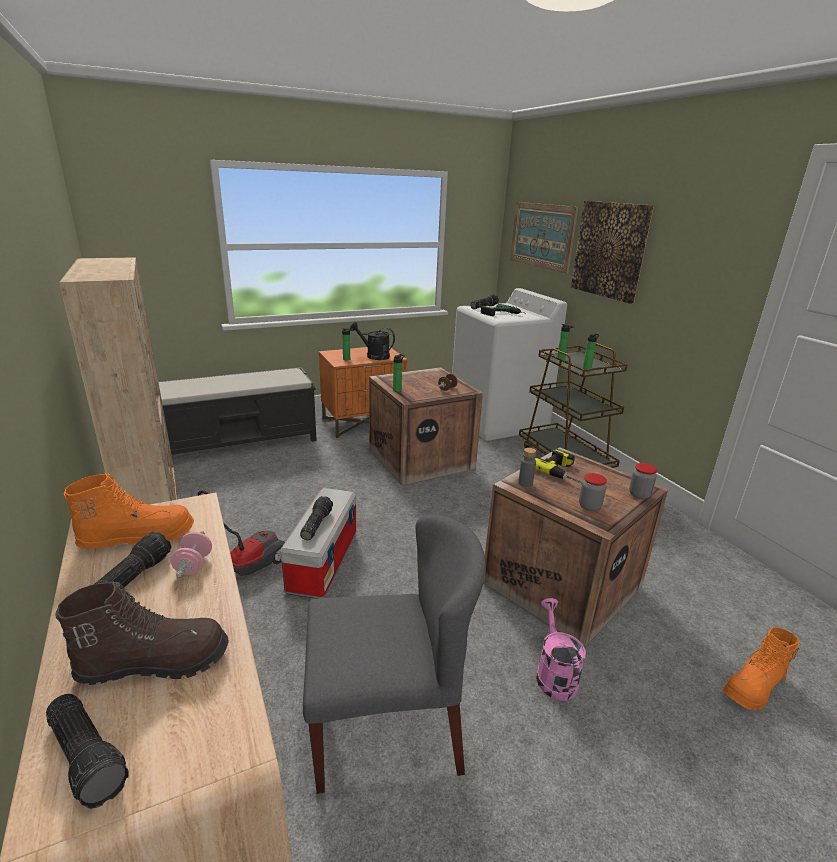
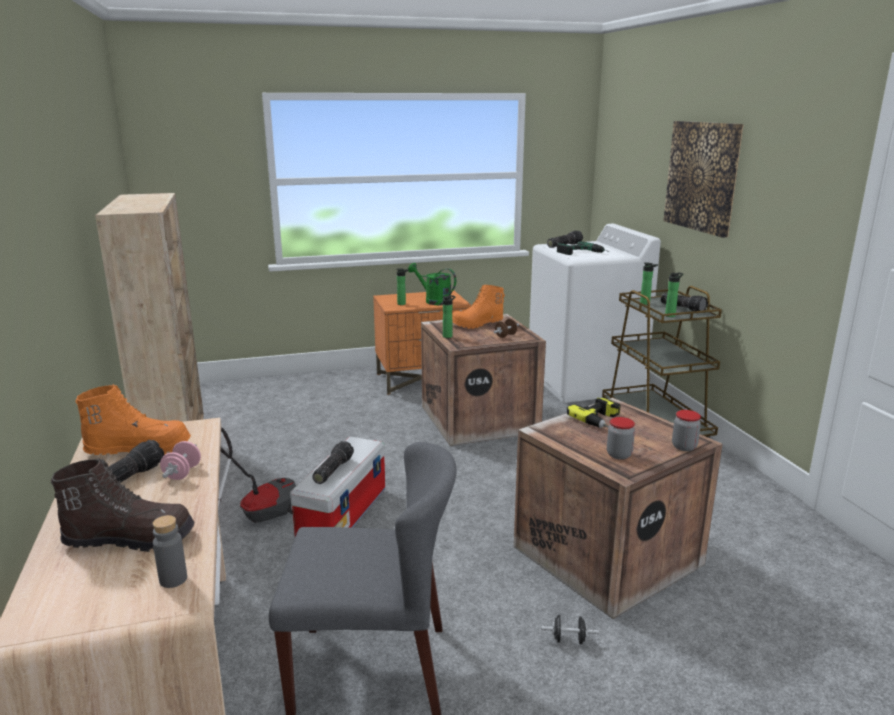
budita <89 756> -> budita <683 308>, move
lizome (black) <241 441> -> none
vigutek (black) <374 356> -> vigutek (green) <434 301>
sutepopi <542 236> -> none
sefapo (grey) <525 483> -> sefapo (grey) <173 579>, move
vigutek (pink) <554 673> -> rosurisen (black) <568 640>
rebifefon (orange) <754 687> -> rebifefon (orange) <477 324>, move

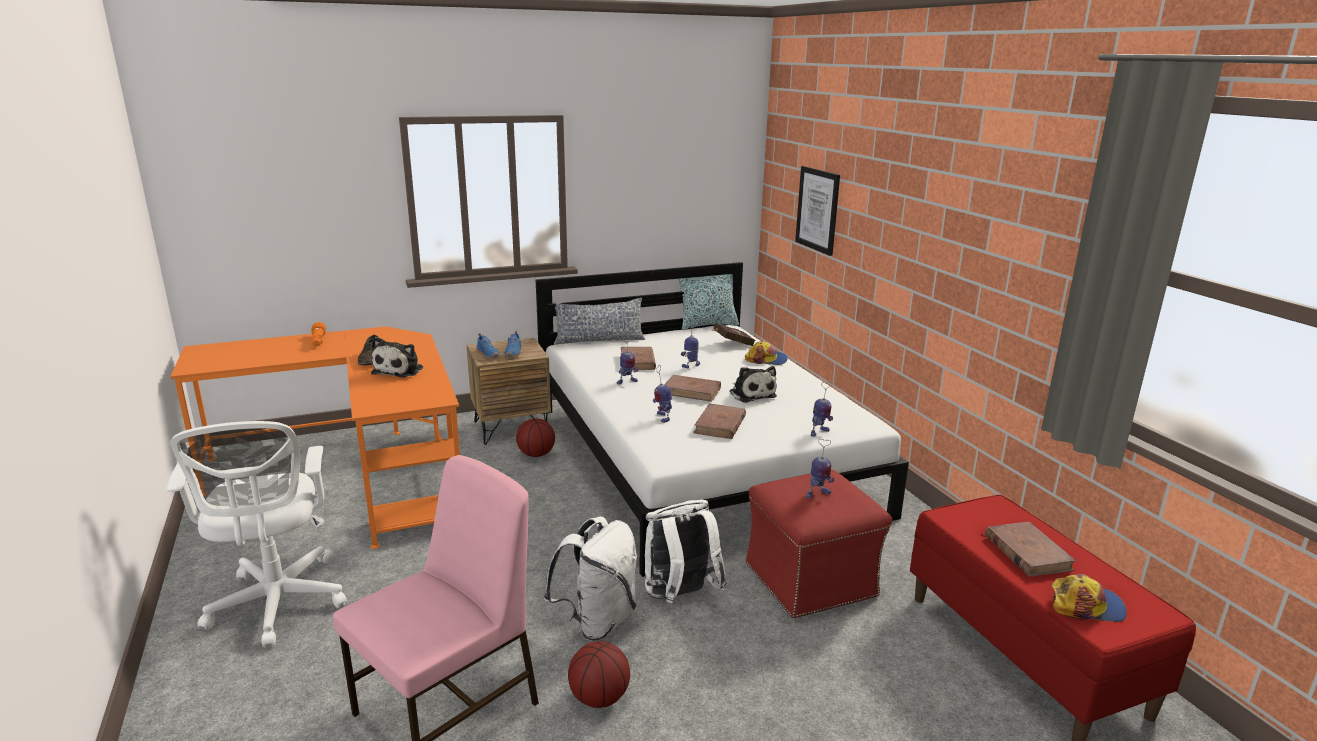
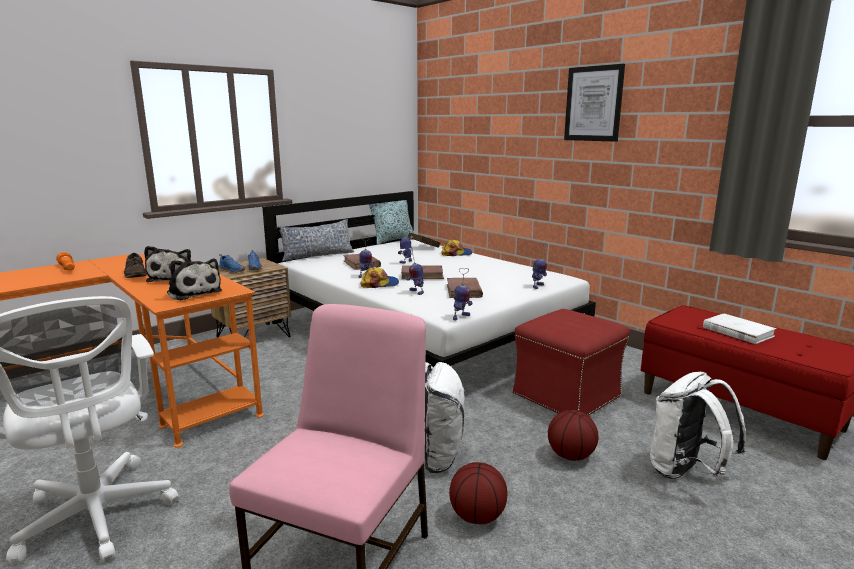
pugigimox <536 454> -> pugigimox <571 456>, move
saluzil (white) <679 597> -> saluzil (white) <686 472>, move
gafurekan <751 394> -> gafurekan <194 292>, move
sutepopi <817 210> -> sutepopi <593 104>, move
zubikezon <817 494> -> zubikezon <460 317>, move
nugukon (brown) <1027 552> -> nugukon (white) <737 332>
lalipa <1086 605> -> lalipa <379 284>, move

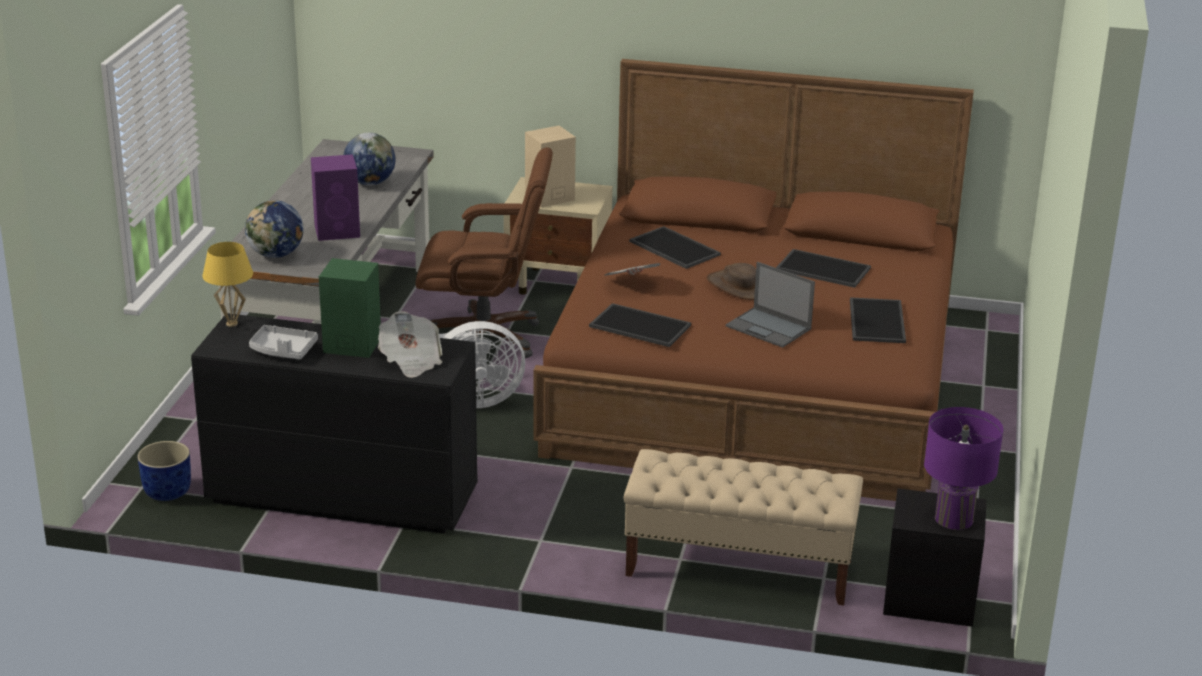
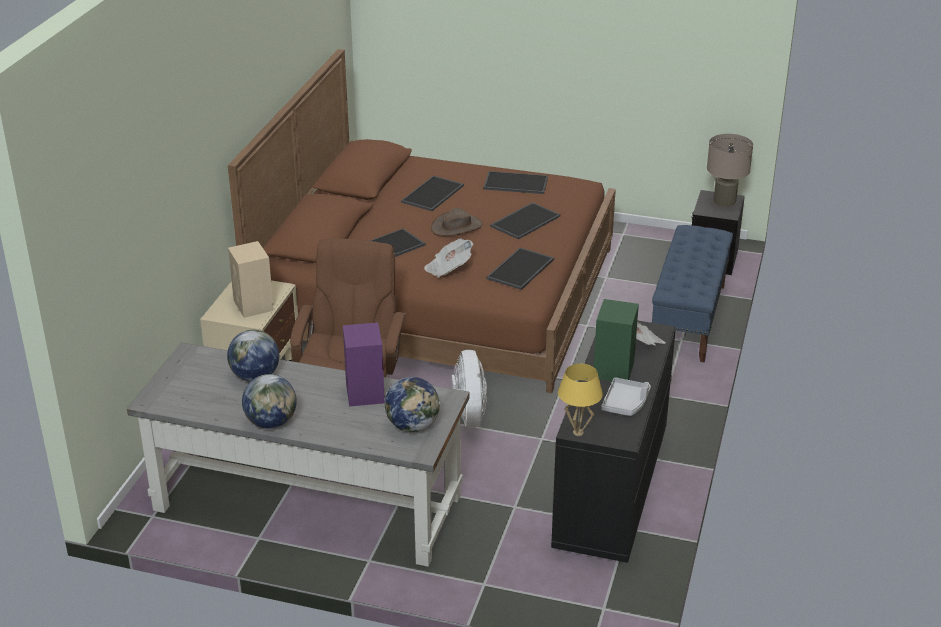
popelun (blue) <167 491> -> none
lizome (beige) <738 567> -> lizome (blue) <688 319>
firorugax <769 328> -> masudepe <525 220>
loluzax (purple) <954 519> -> loluzax (beige) <724 201>
none -> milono <271 423>

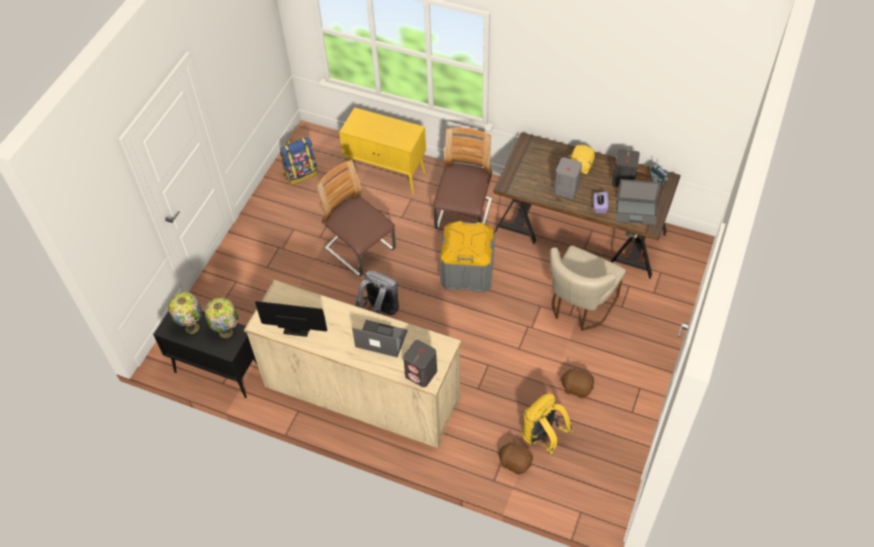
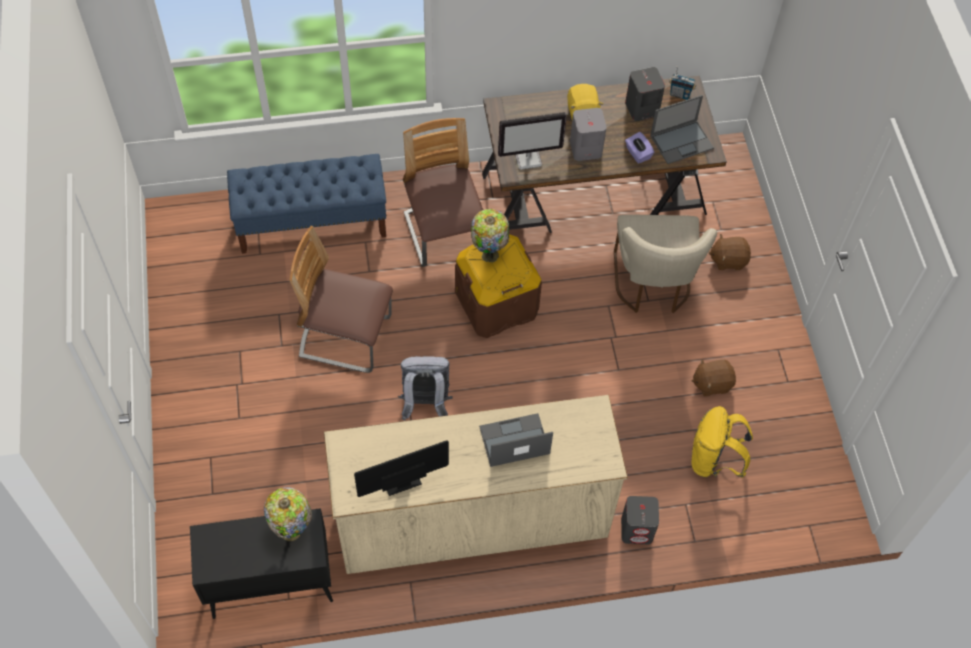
loluzax <193 327> -> loluzax <489 254>, move
saluzil <301 173> -> none
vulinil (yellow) <387 174> -> lizome (blue) <312 223>
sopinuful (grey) <421 373> -> sopinuful (grey) <637 529>, move
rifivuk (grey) <467 271> -> rifivuk (brown) <496 303>
gafurekan (brown) <515 462> -> gafurekan (brown) <728 260>, move
none -> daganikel <528 158>

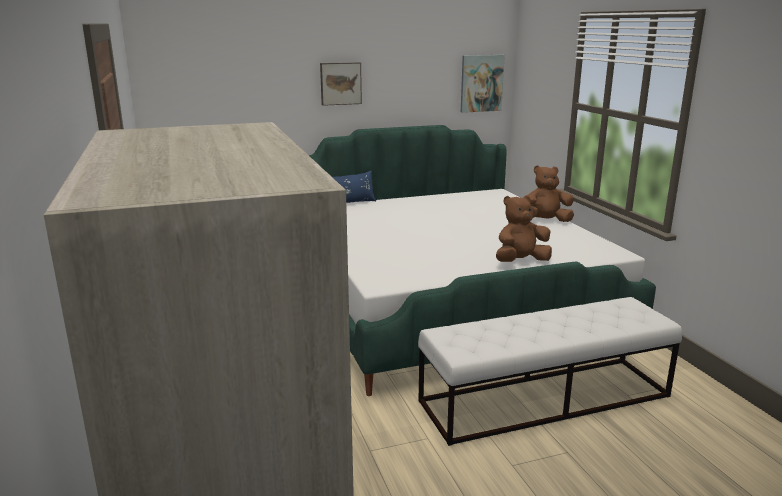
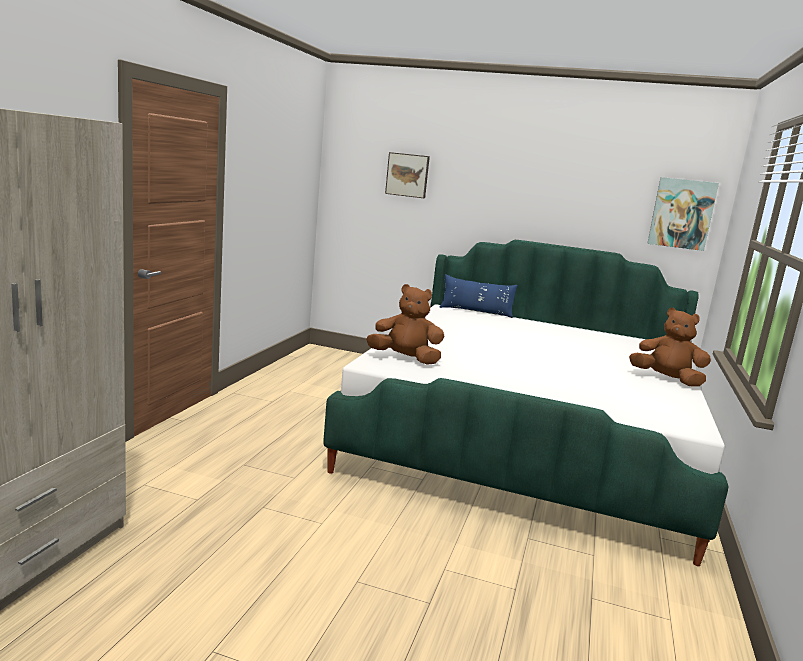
sutepopi <340 83> -> sutepopi <407 175>, move
lizome (white) <545 398> -> none
gafurekan (brown) <520 261> -> gafurekan (brown) <405 359>, move

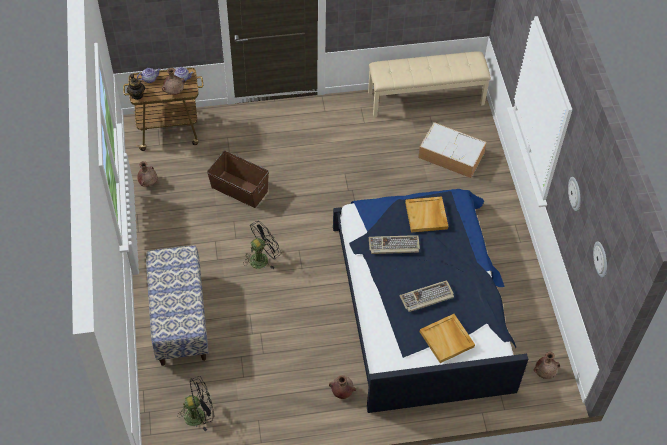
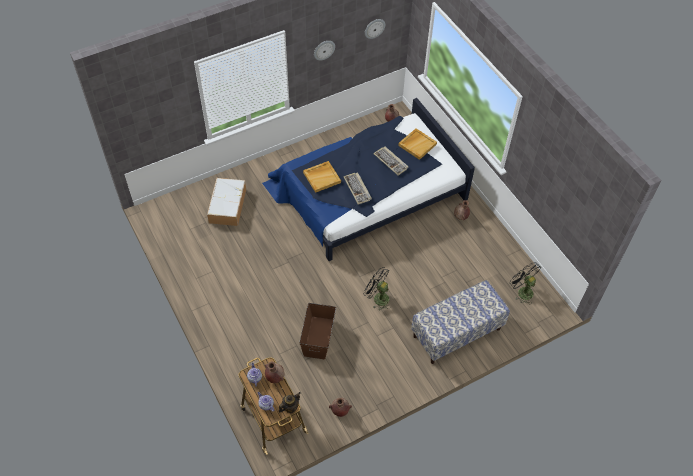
lizome (beige) <426 98> -> none

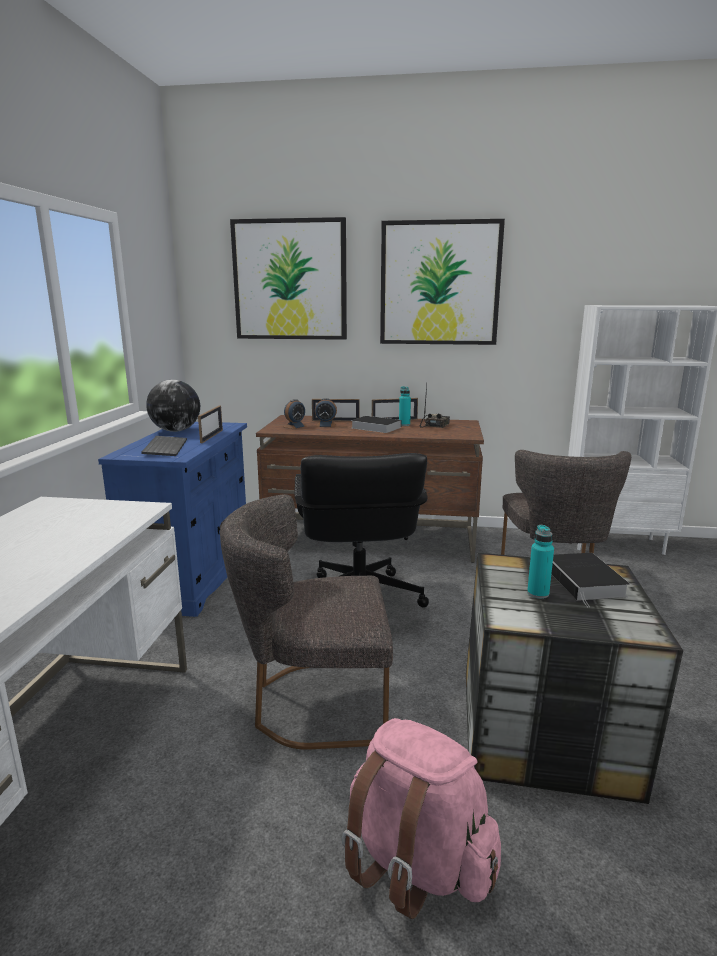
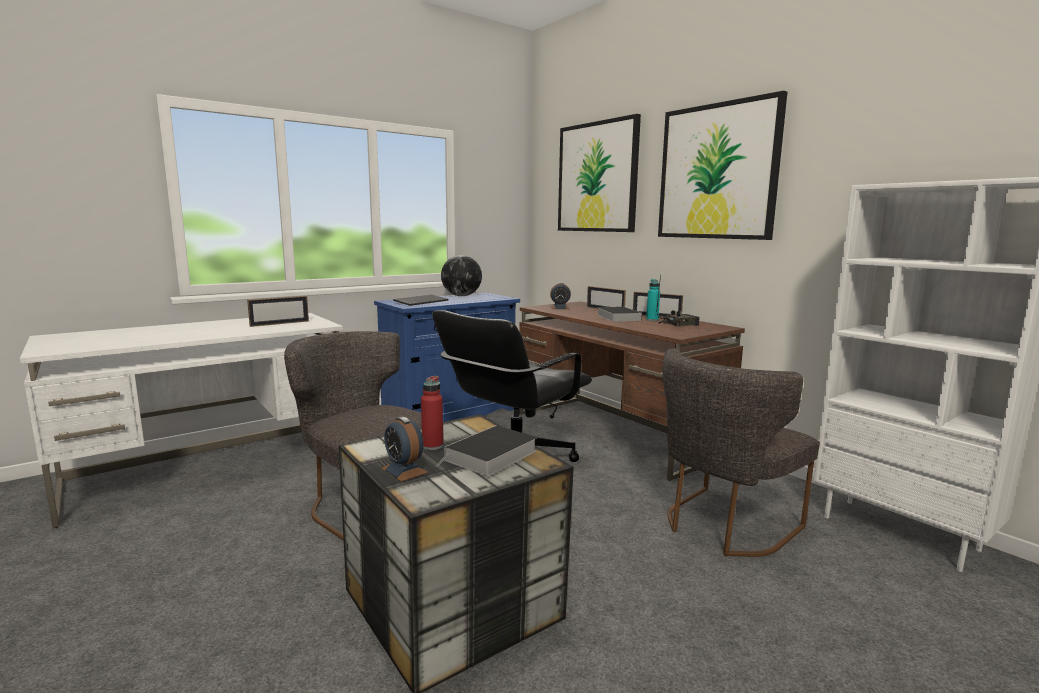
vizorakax <211 436> -> vizorakax <280 323>, move
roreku <326 425> -> roreku <404 470>, move
saluzil (pink) <416 862> -> none
sefapo (turquoise) <538 593> -> sefapo (red) <432 446>

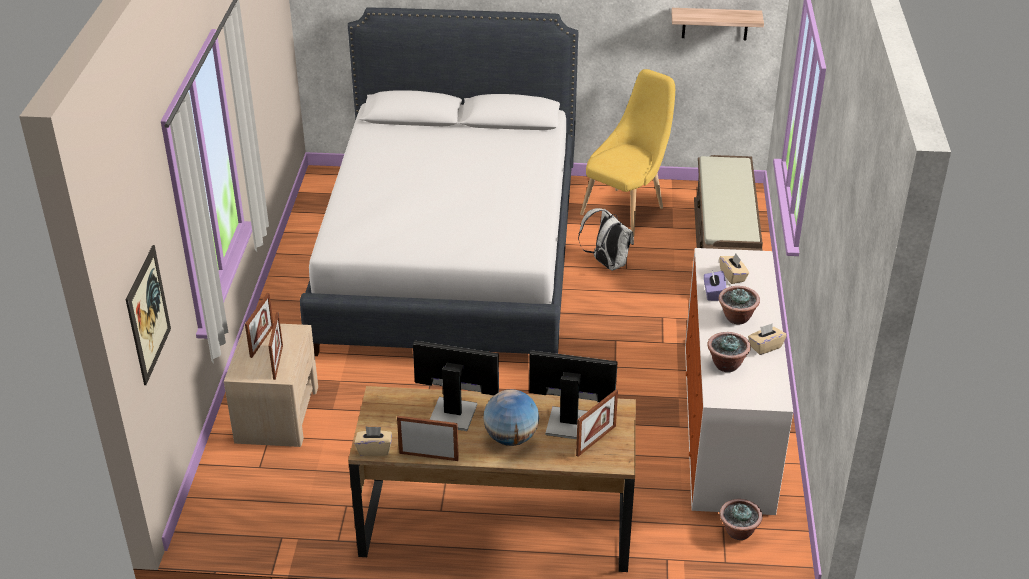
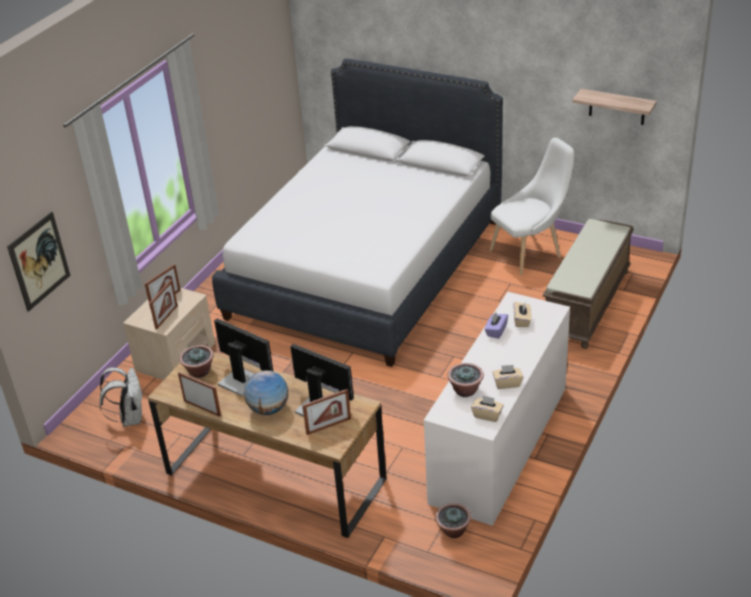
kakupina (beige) <374 449> -> kakupina (beige) <487 415>, move
saluzil (white) <607 263> -> saluzil (white) <130 418>, move
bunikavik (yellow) <626 209> -> bunikavik (white) <529 253>
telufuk <736 318> -> telufuk <199 372>, move

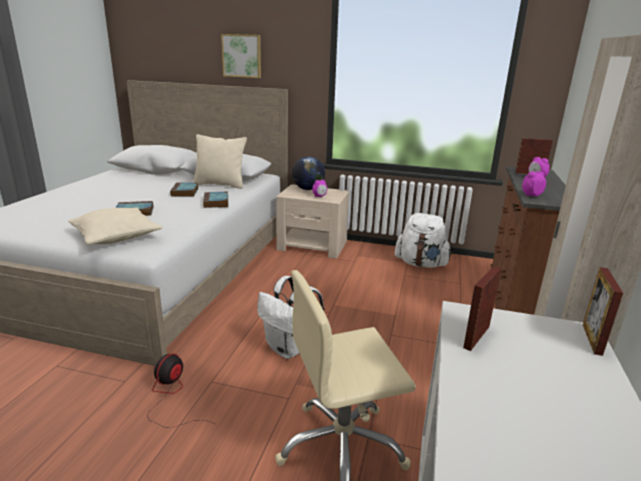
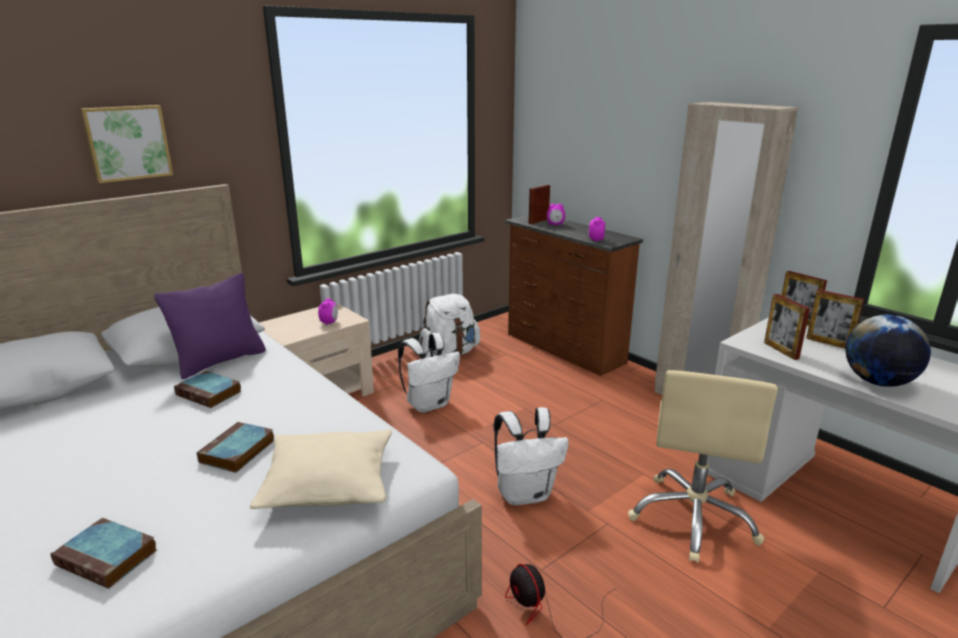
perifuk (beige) <220 184> -> perifuk (purple) <220 361>
nugukon <216 202> -> nugukon <109 558>, move
milono <308 189> -> milono <878 382>, move
none -> saluzil (white) <429 404>
none -> vizorakax <828 343>

